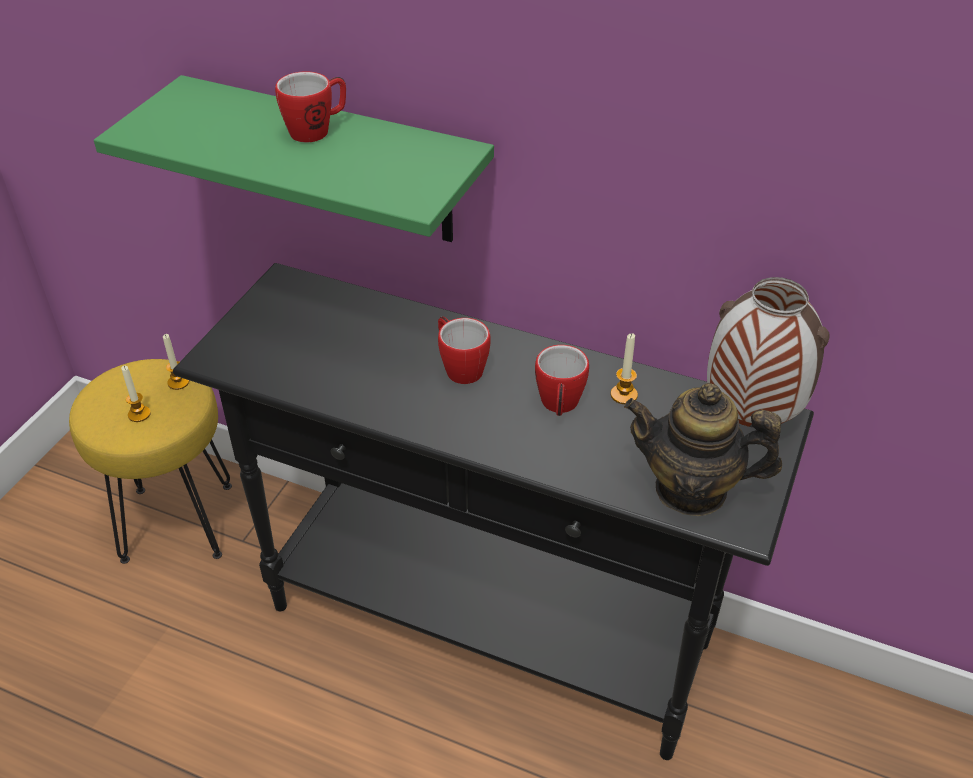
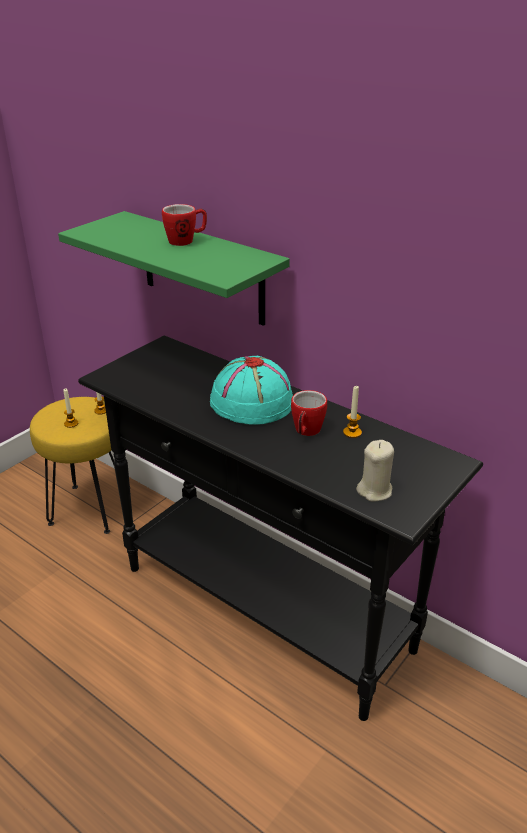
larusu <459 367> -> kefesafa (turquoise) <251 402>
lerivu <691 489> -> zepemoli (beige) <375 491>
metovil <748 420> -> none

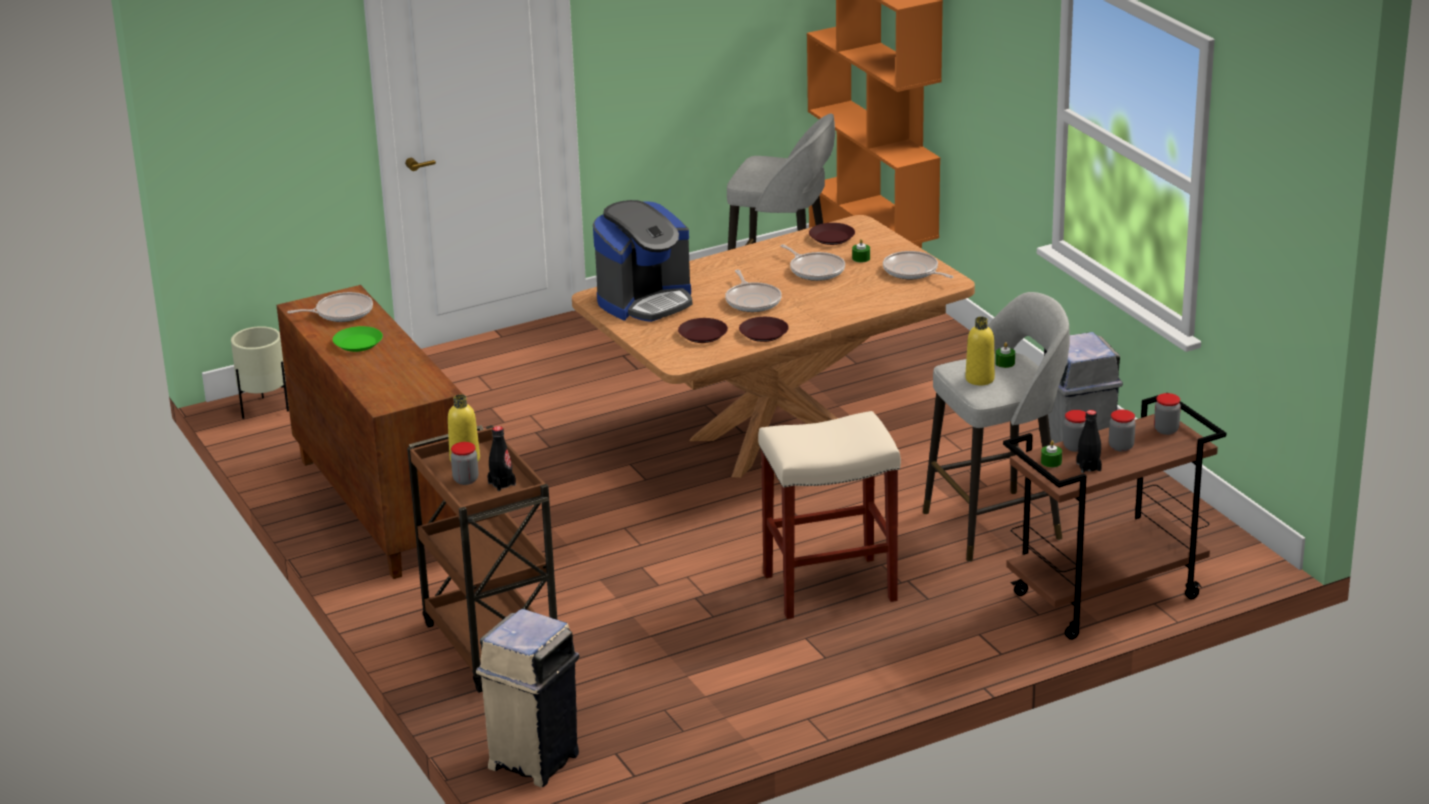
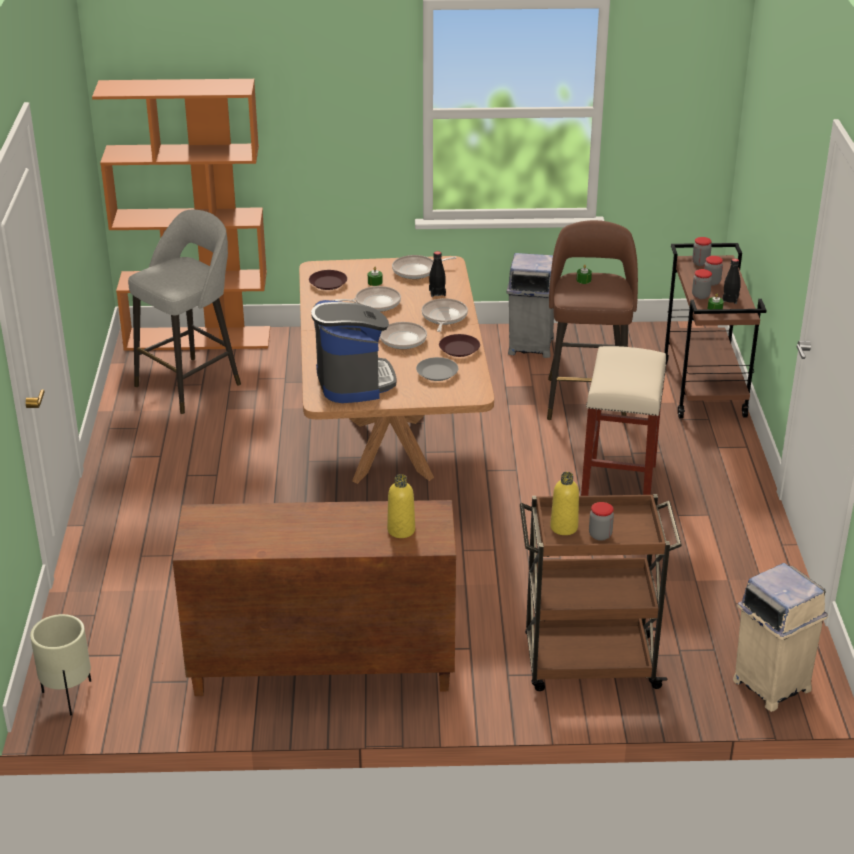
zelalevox <341 312> -> zelalevox <443 317>, move
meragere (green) <358 343> -> none
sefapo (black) <502 484> -> sefapo (black) <437 293>, move
meragere (brown) <702 334> -> meragere (grey) <436 373>
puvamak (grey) <996 525> -> puvamak (brown) <586 398>
sefapo (yellow) <979 379> -> sefapo (yellow) <401 530>, move

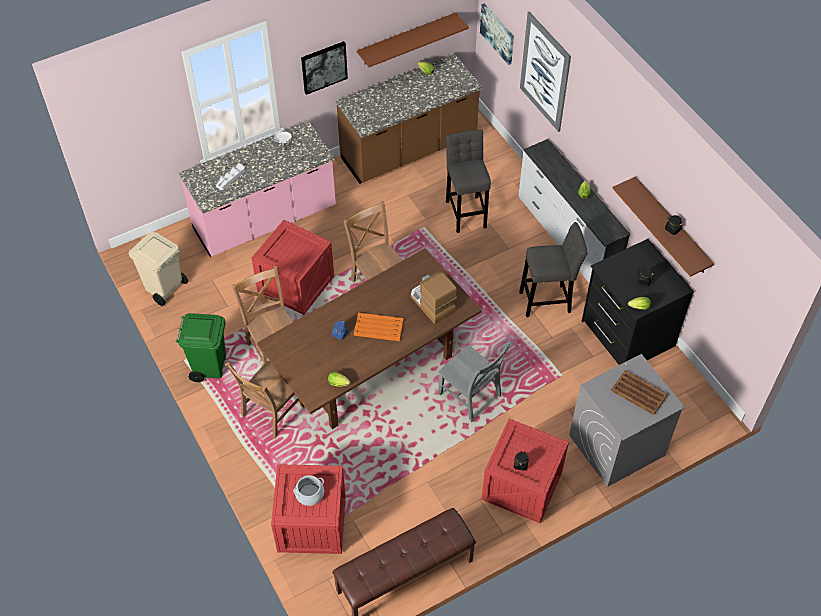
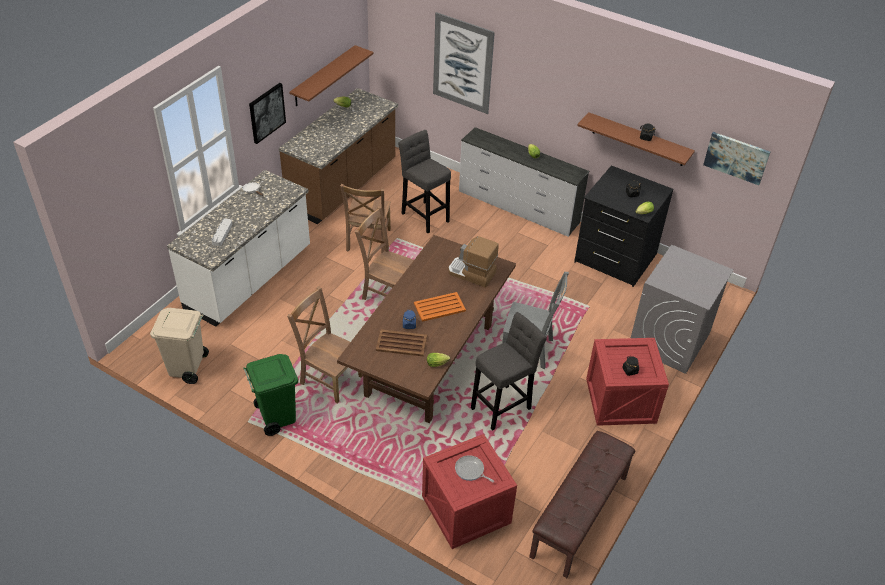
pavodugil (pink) <265 220> -> pavodugil (white) <249 279>
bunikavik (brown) <271 412> -> bunikavik (brown) <368 241>, move
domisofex <295 283> -> none
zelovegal <310 494> -> zelalevox <470 471>
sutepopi <497 33> -> sutepopi <736 157>, move
puvamak (grey) <548 301> -> puvamak (grey) <503 406>, move
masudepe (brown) <639 393> -> masudepe (brown) <402 343>, move

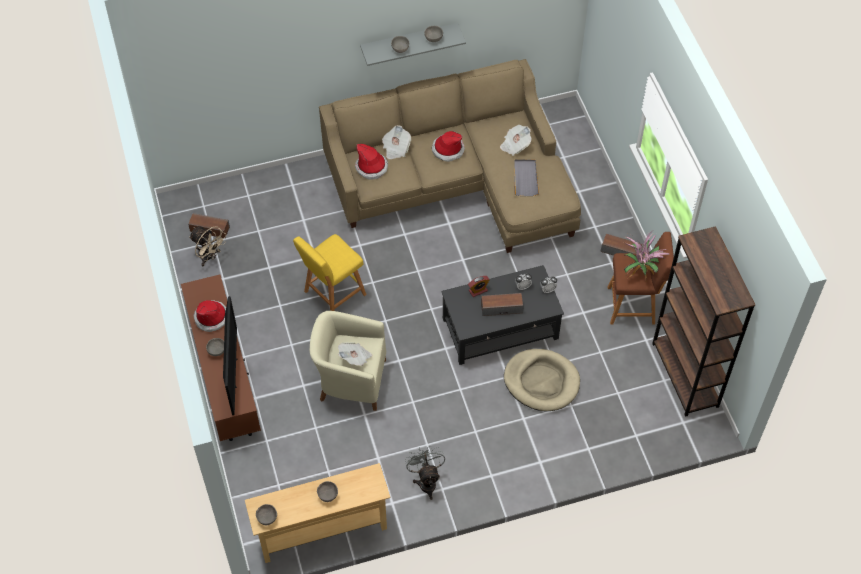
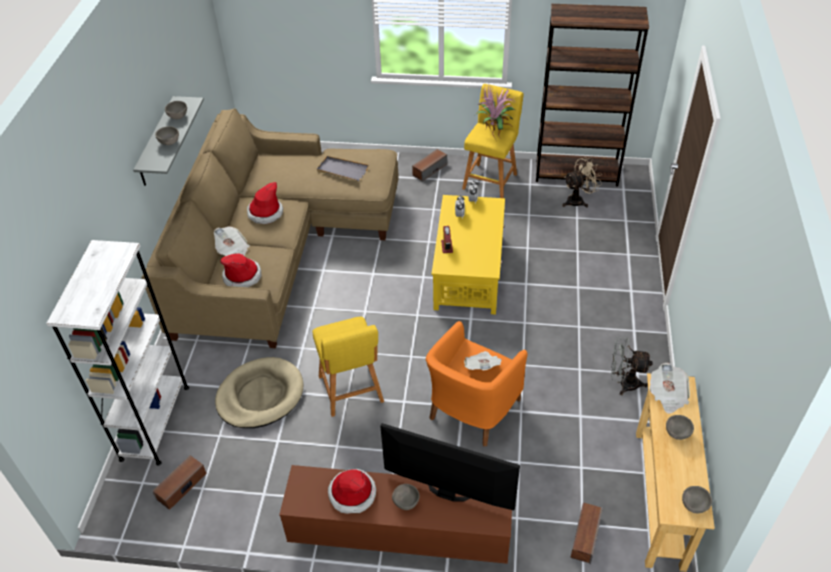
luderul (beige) <209 257> -> luderul (beige) <578 200>, move
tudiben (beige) <350 380> -> tudiben (orange) <472 410>
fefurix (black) <501 328> -> fefurix (yellow) <469 271>
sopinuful <501 308> -> sopinuful <585 536>, move
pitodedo <515 145> -> pitodedo <667 395>, move
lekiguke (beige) <541 381> -> lekiguke (beige) <260 395>, move
puvamak (brown) <634 305> -> puvamak (yellow) <490 179>
none -> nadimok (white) <155 422>

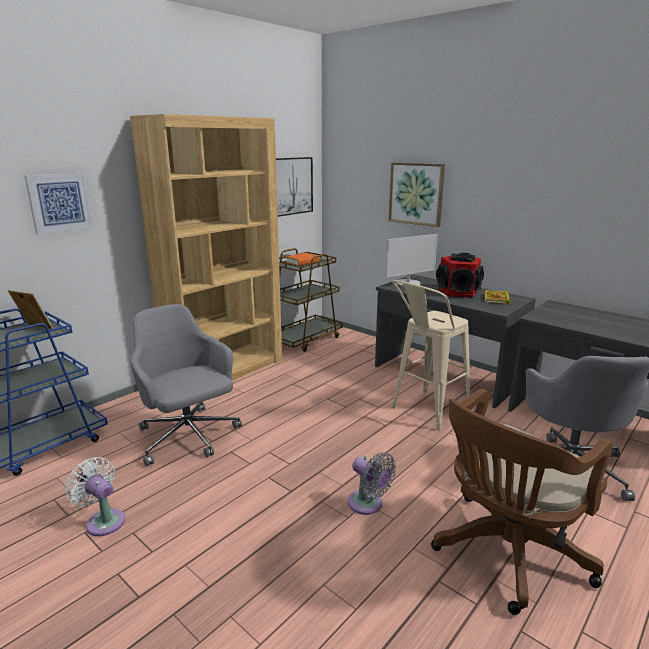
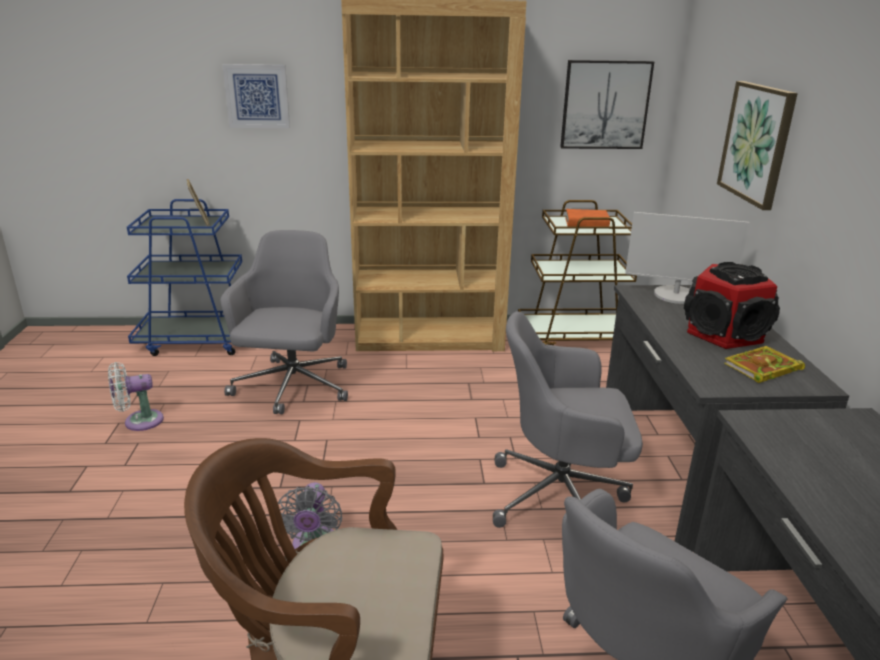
luderul (white) <103 520> -> luderul (white) <139 421>, 105 degrees counterclockwise
puvamak (beige) <425 412> -> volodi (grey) <561 497>

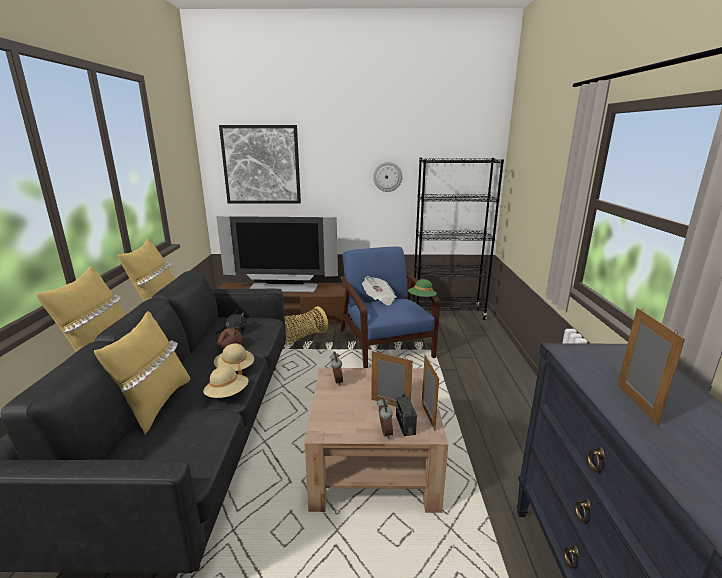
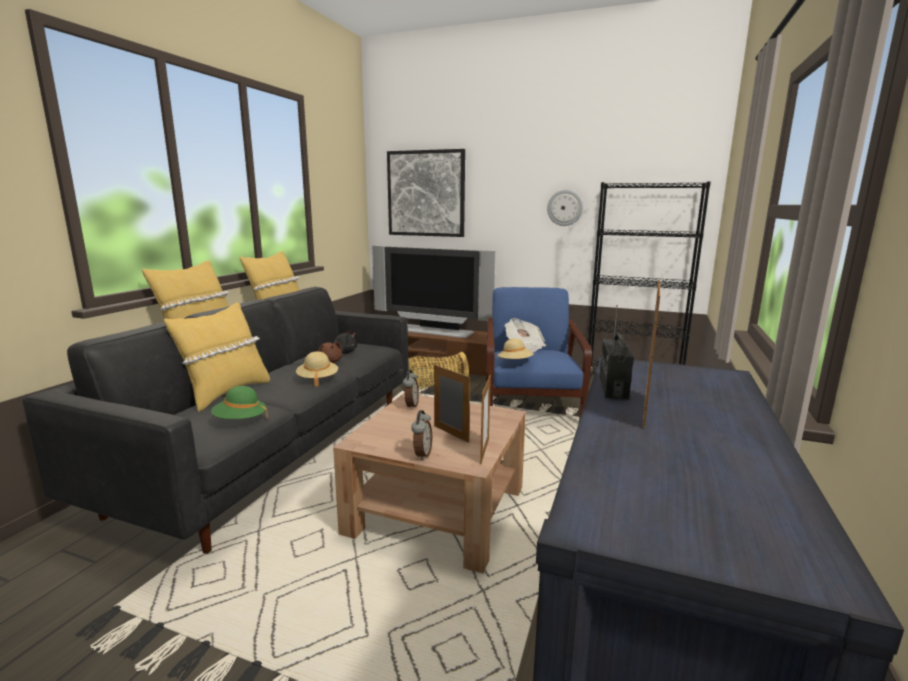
kefesafa (beige) <227 394> -> kefesafa (beige) <515 362>, move
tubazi <405 424> -> tubazi <612 387>, move
kefesafa (green) <421 298> -> kefesafa (green) <240 421>, move

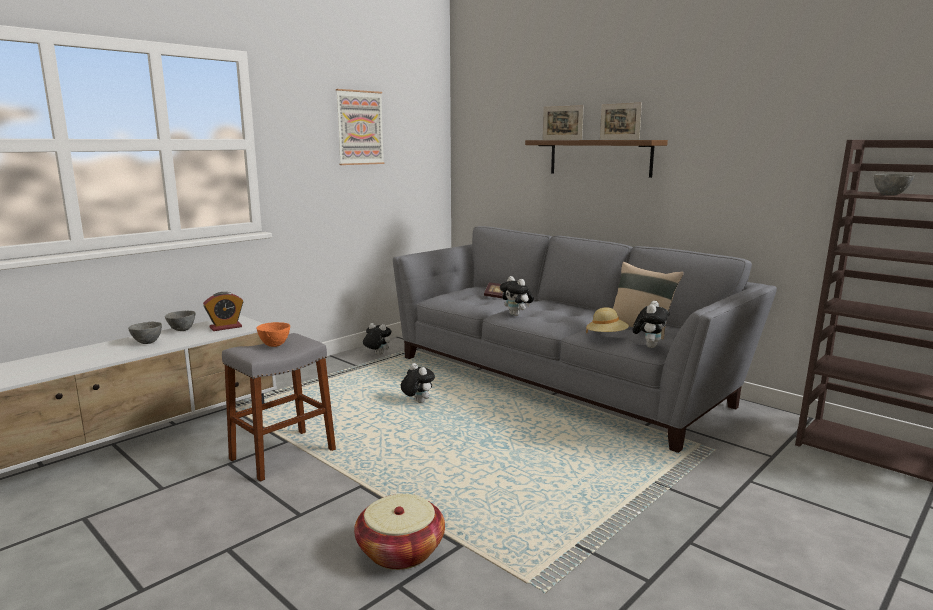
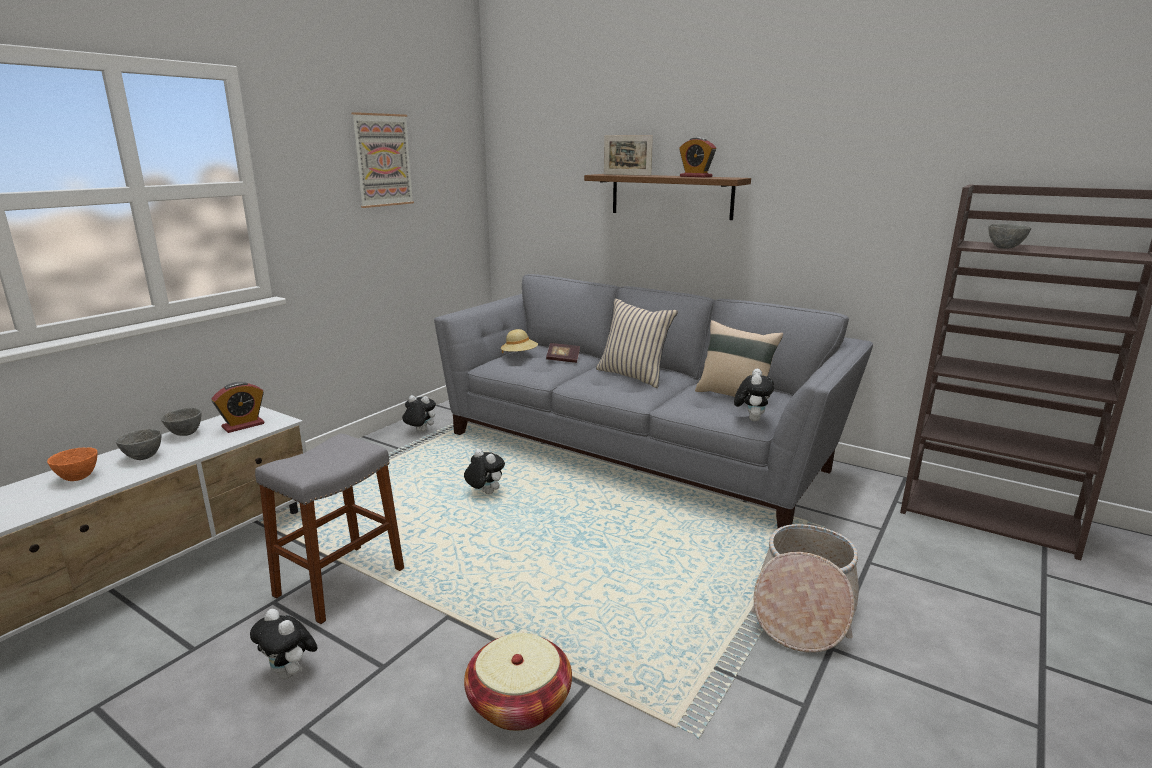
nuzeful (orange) <274 345> -> nuzeful (orange) <77 477>, move
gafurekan <516 315> -> gafurekan <290 673>, move
kefesafa (beige) <607 336> -> kefesafa (beige) <519 355>, move
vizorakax <619 139> -> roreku <695 176>
none -> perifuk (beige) <634 375>
none -> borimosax <803 608>

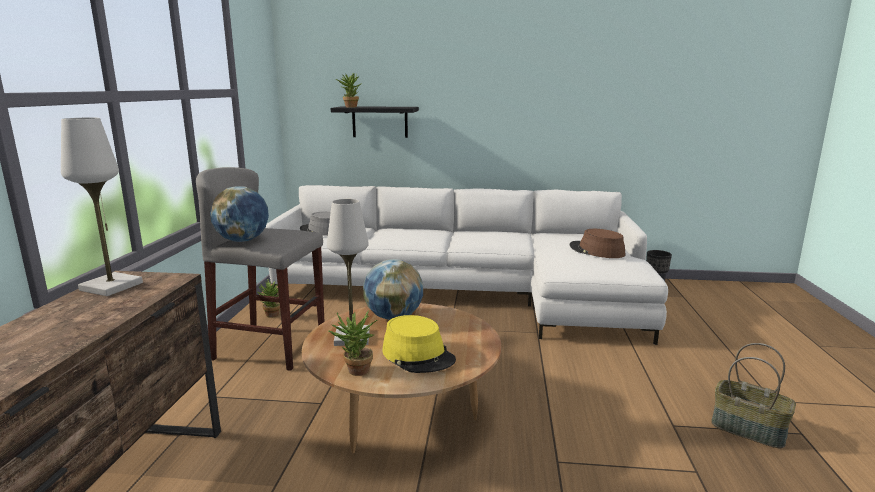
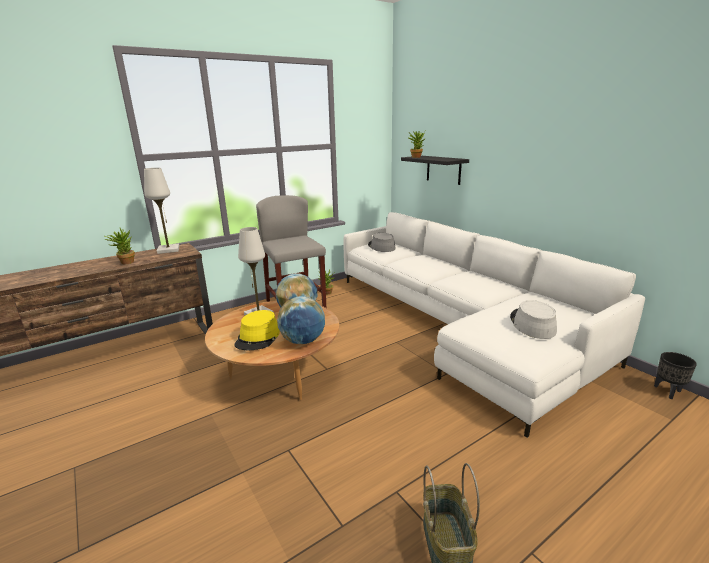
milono <243 240> -> milono <303 341>, move
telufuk <355 372> -> telufuk <125 262>, move
kefesafa (brown) <596 251> -> kefesafa (grey) <532 324>

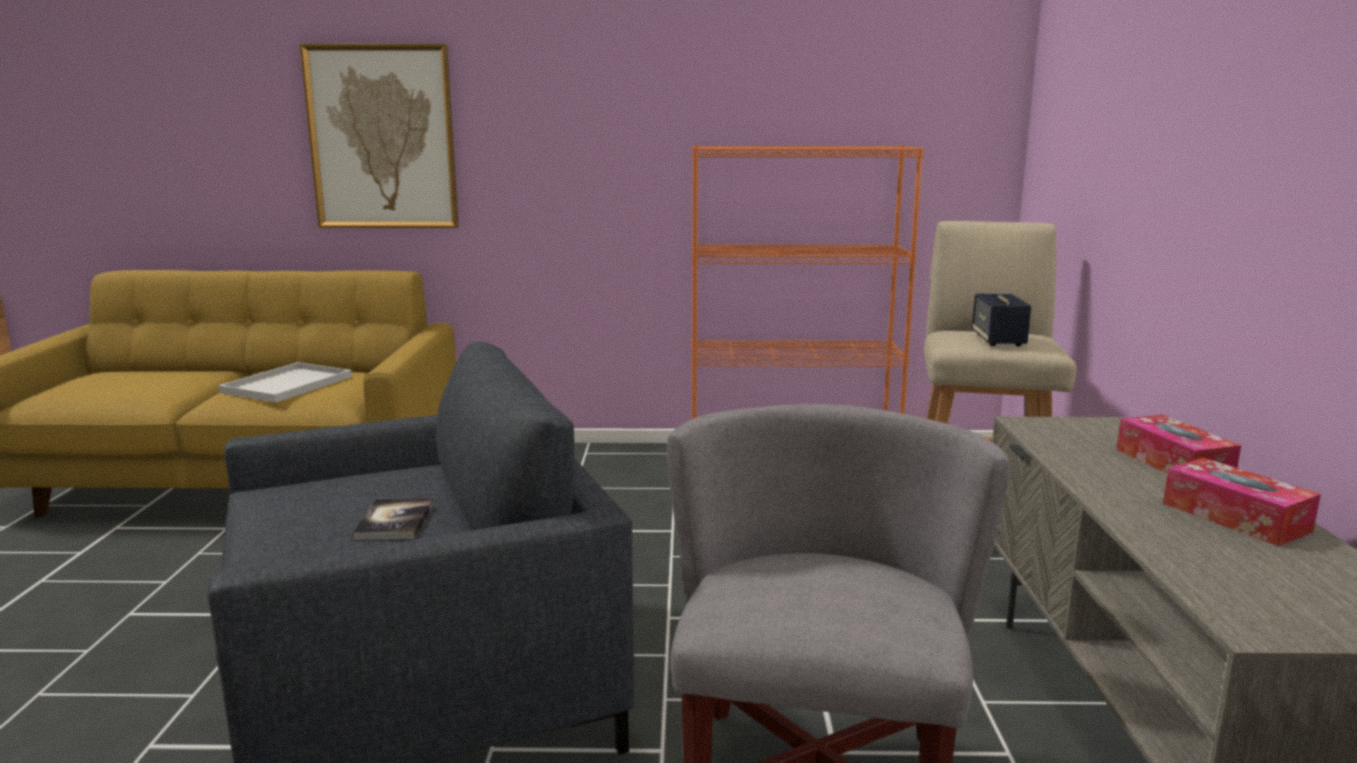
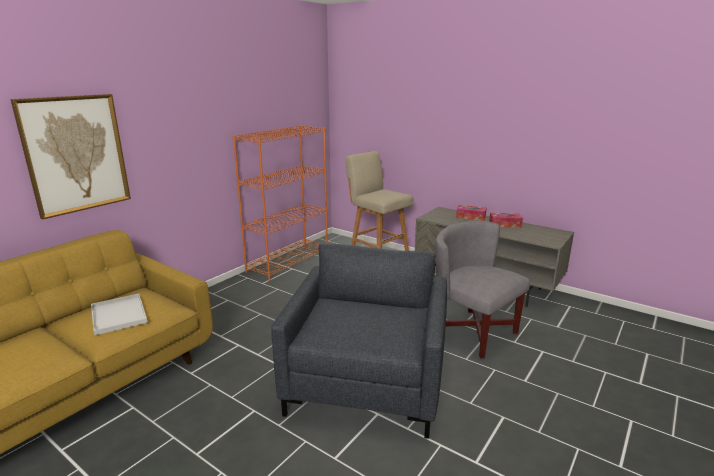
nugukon <394 521> -> none
sopinuful <998 340> -> none

